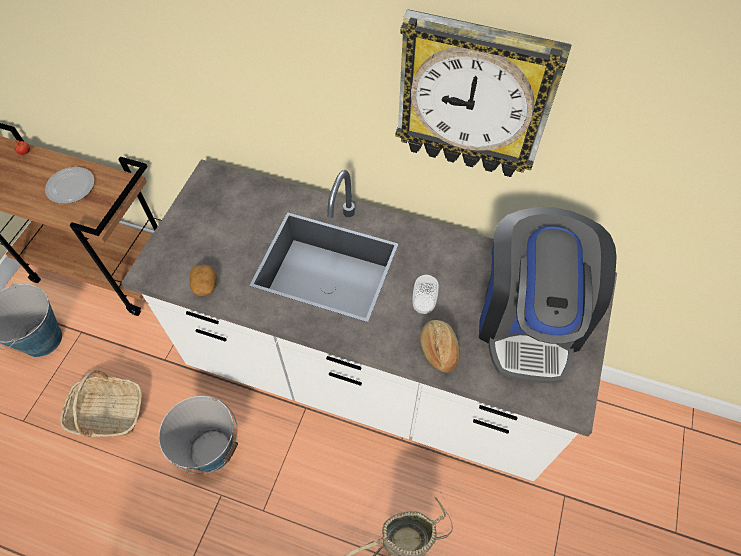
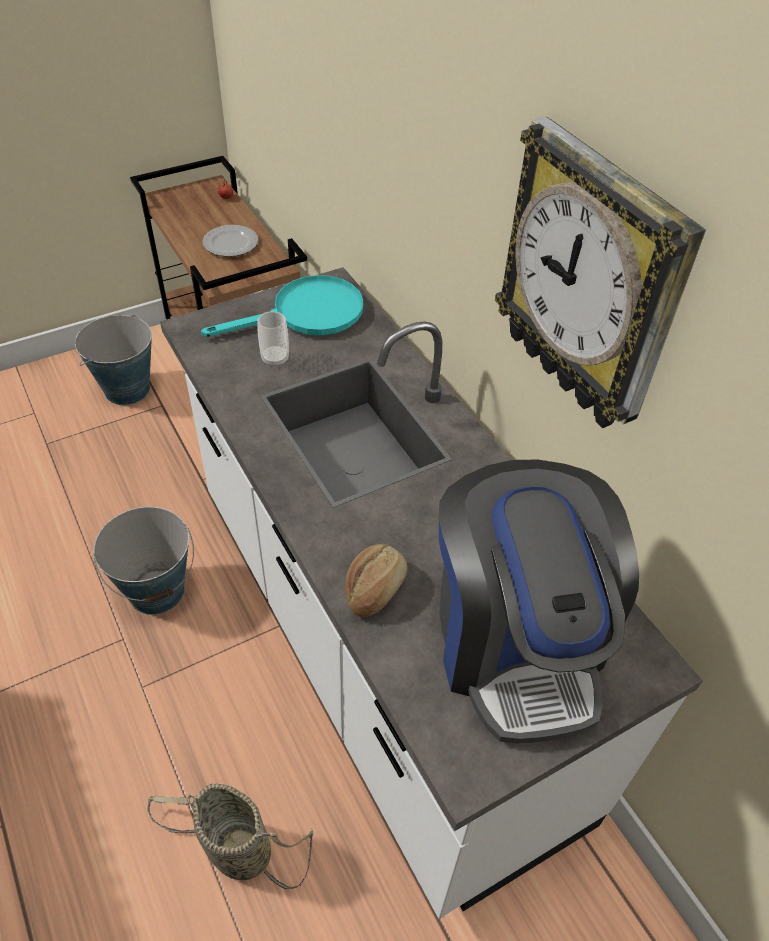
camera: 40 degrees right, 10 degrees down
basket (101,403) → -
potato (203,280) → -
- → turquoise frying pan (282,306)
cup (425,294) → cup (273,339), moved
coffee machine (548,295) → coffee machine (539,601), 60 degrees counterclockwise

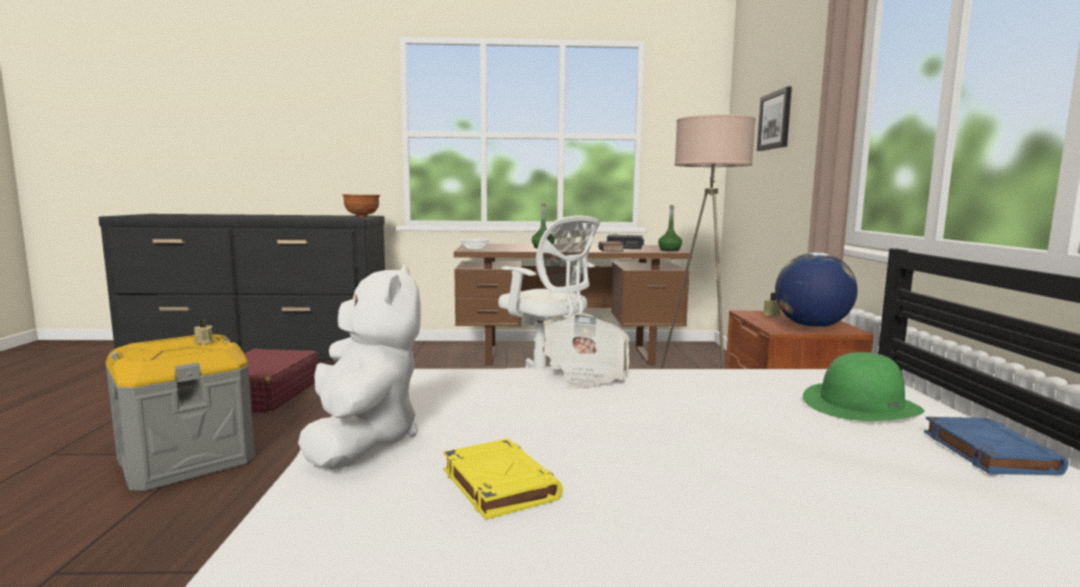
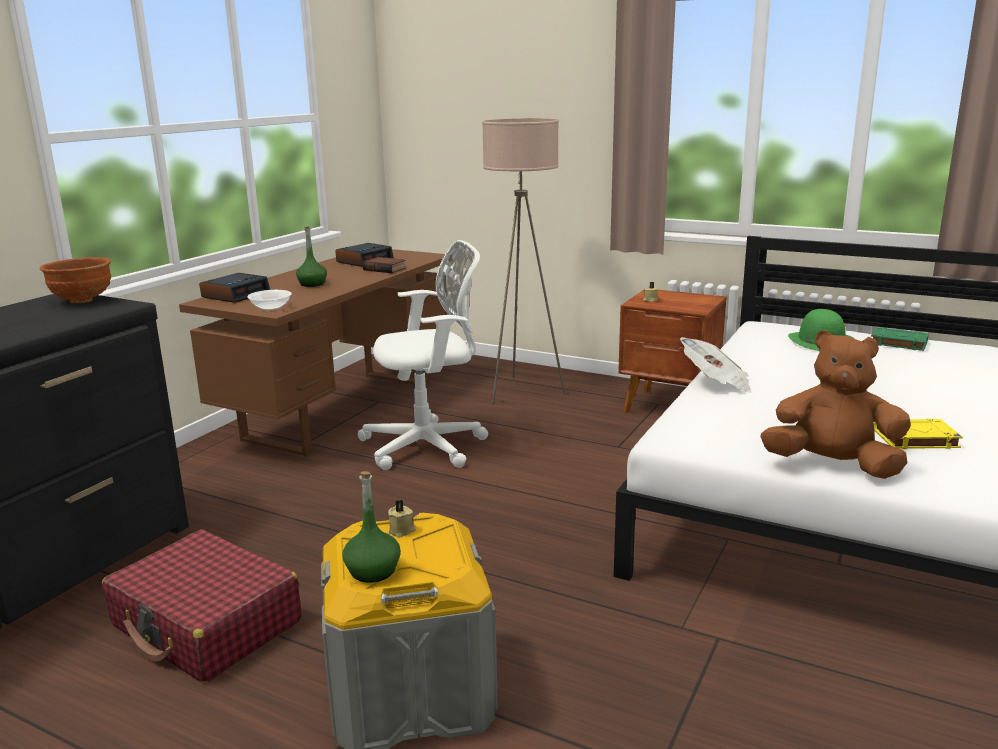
camera: 60 degrees left, 10 degrees up
picture (774,118) → -
globe (816,290) → -
- → alarm clock (234,288)
green bottle (670,228) → green bottle (372,527), moved
white plush toy (359,367) → brown plush toy (835,404)
blue book (996,446) → green book (900,339)

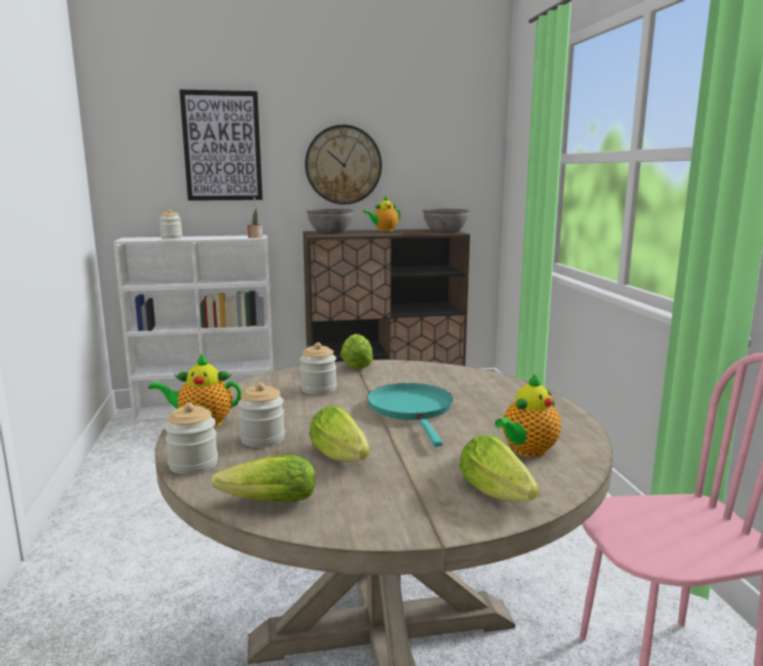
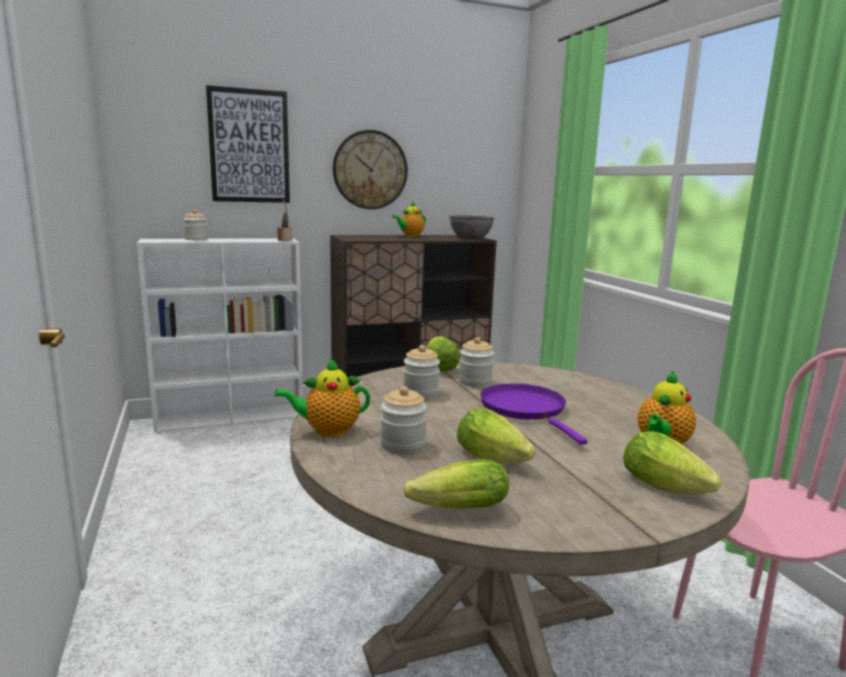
camera: 10 degrees left, 0 degrees up
grey bowl (330,221) → -
jar (191,439) → jar (476,362), moved
turquoise frying pan (410,415) → purple frying pan (533,414)

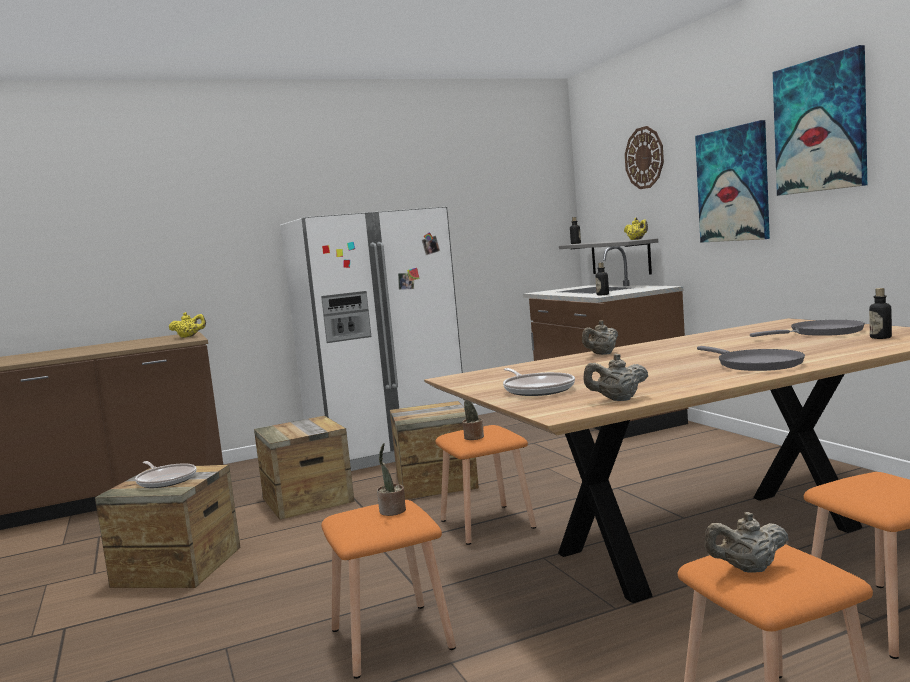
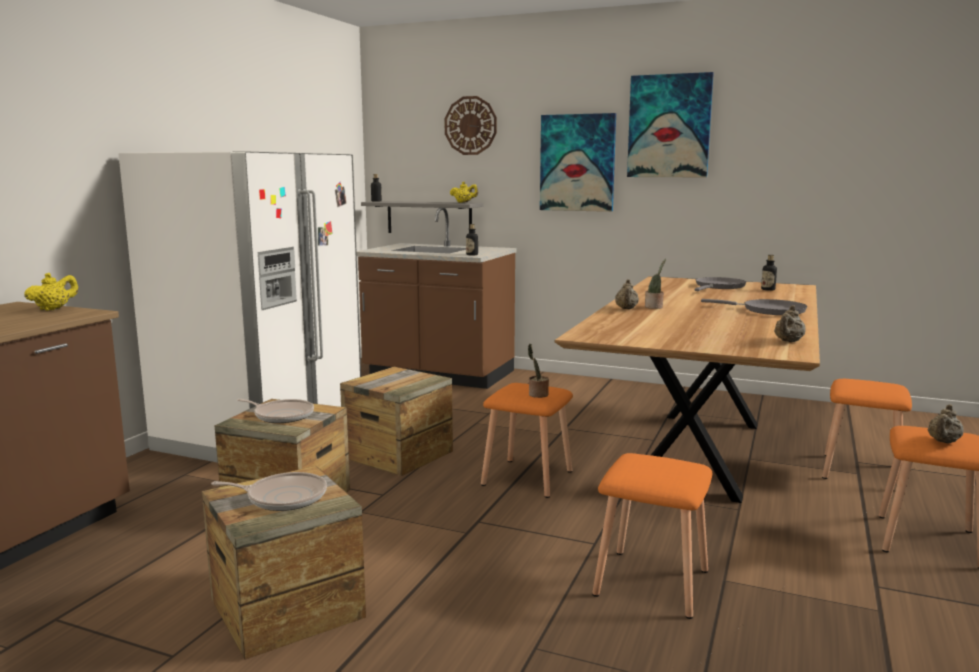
camera: 45 degrees left, 5 degrees up
potted plant (391,479) → potted plant (655,284), moved
frying pan (539,382) → frying pan (275,411), moved

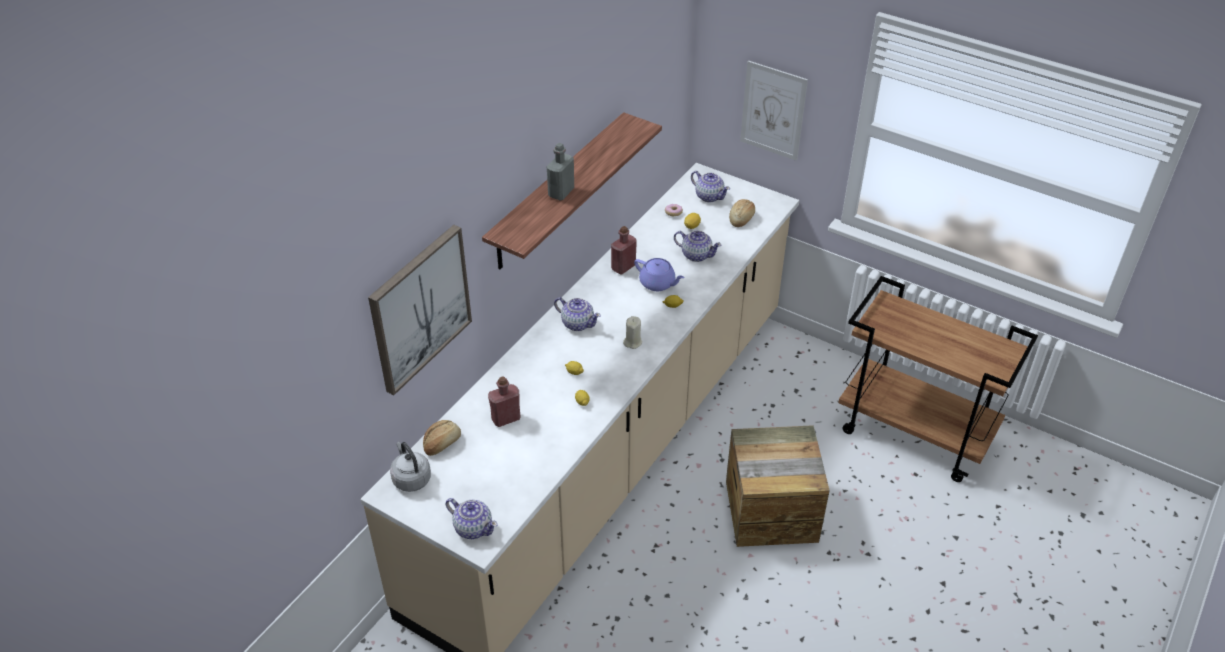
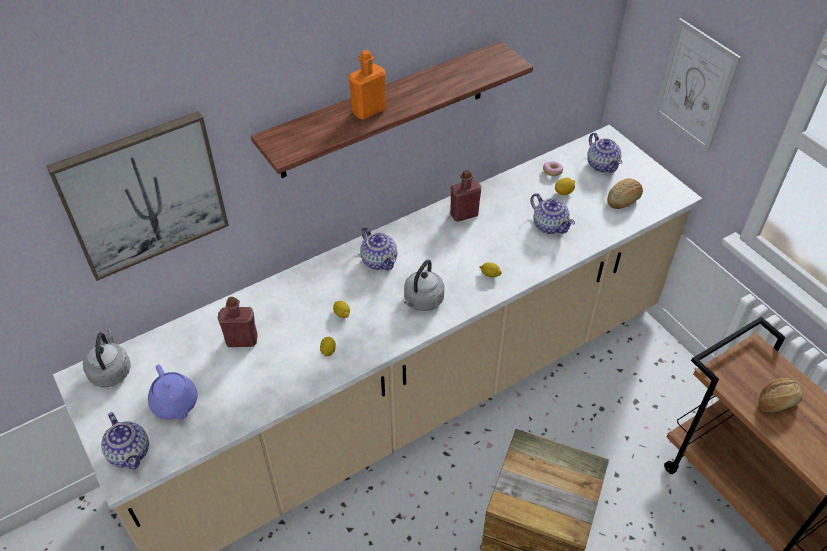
camera: 25 degrees right, 5 degrees up
bread (442,438) → bread (781,395), moved
purple teapot (659,274) → purple teapot (173,392), moved
beige candle (632,332) → grey kettle (424,285)
grey bottle (560,171) → orange bottle (367,85)

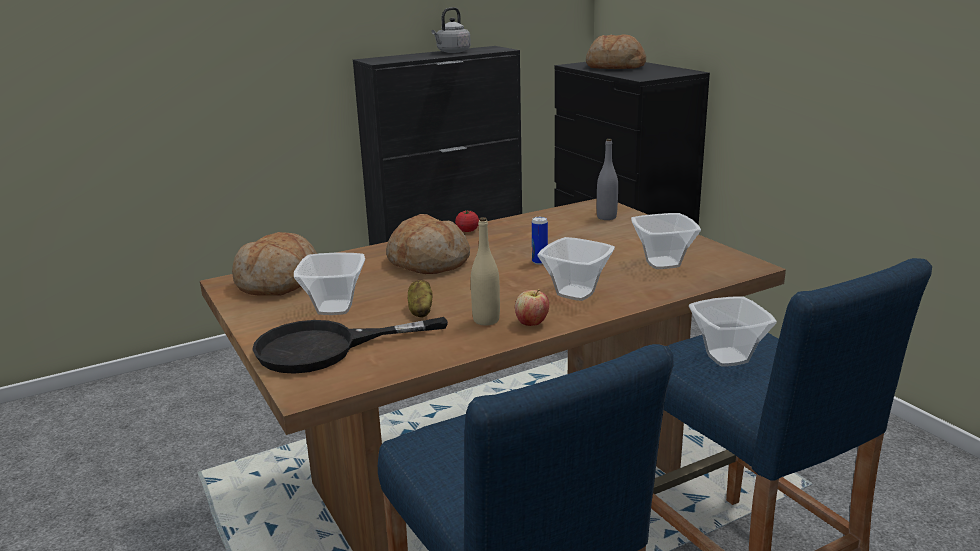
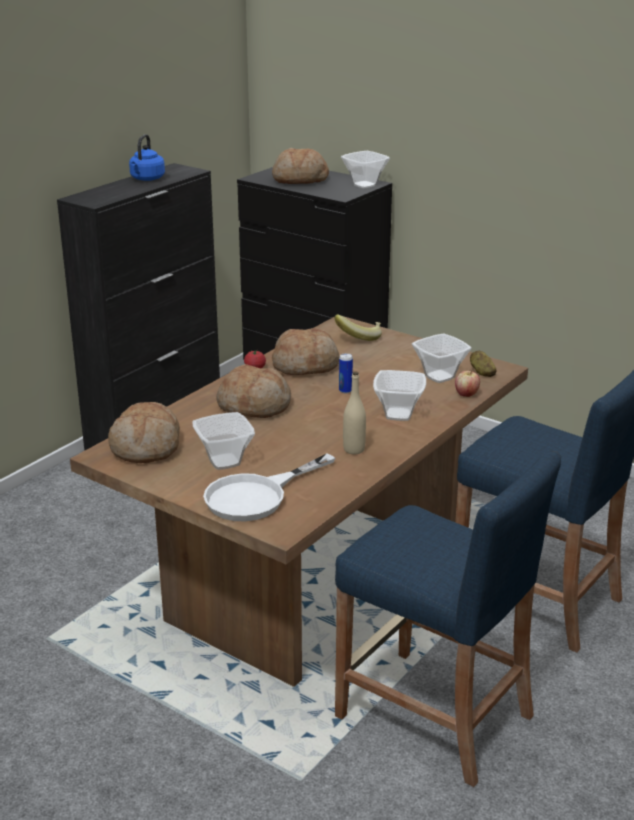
camera: 25 degrees left, 5 degrees up
- → bread (306,351)
potato (420,299) → potato (483,364), moved
apple (532,307) → apple (467,383), moved
bowl (733,331) → bowl (365,169), moved
grey bottle (607,179) → banana (358,327)
black frying pan (350,345) → white frying pan (269,487)
grey kettle (451,30) → blue kettle (147,157)

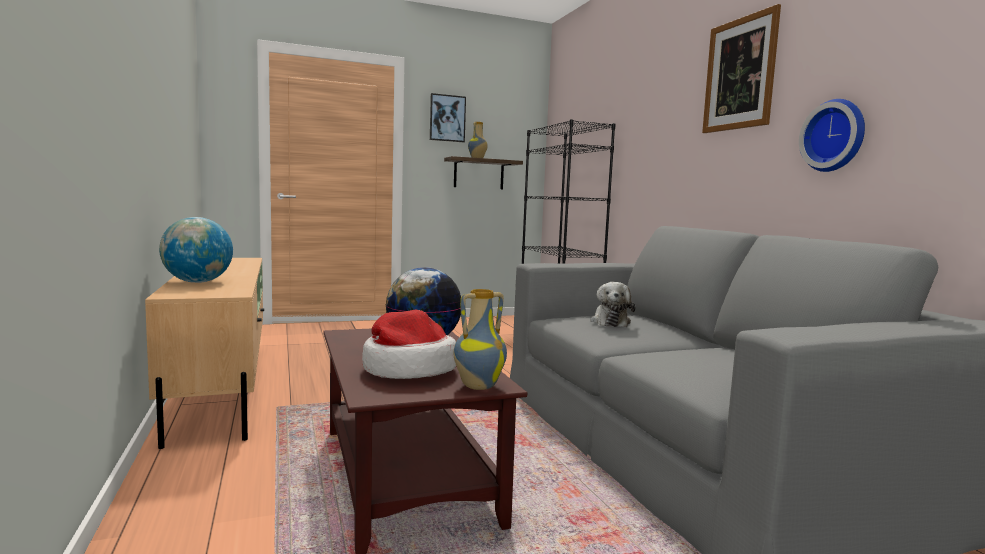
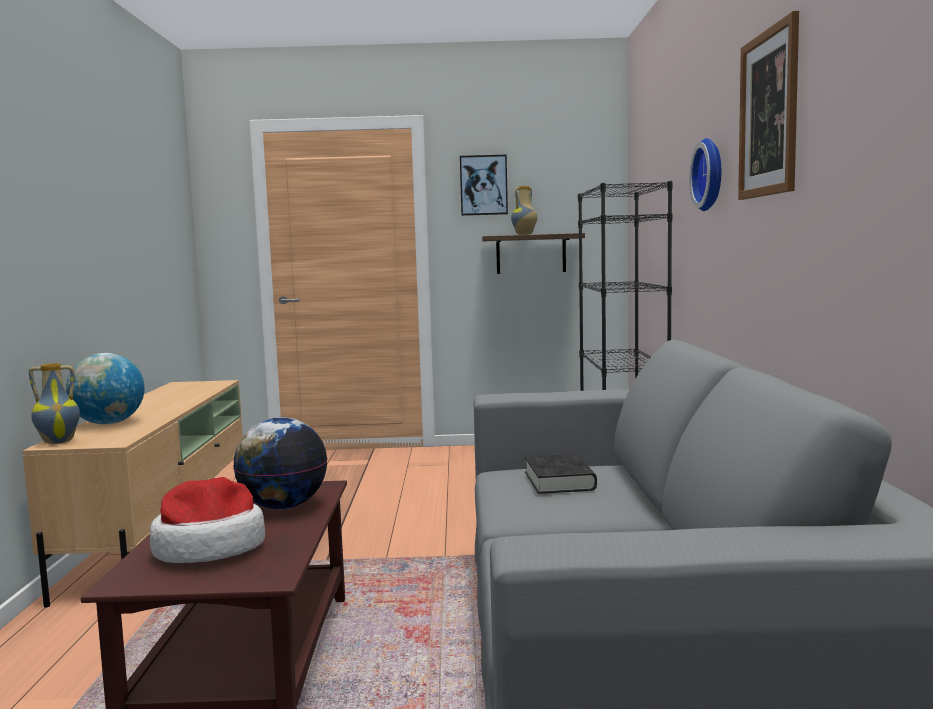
camera: 20 degrees right, 0 degrees up
vase (480,339) → vase (54,403), moved
wall clock (832,135) → wall clock (705,174), moved
plush toy (613,304) → black book (561,474)

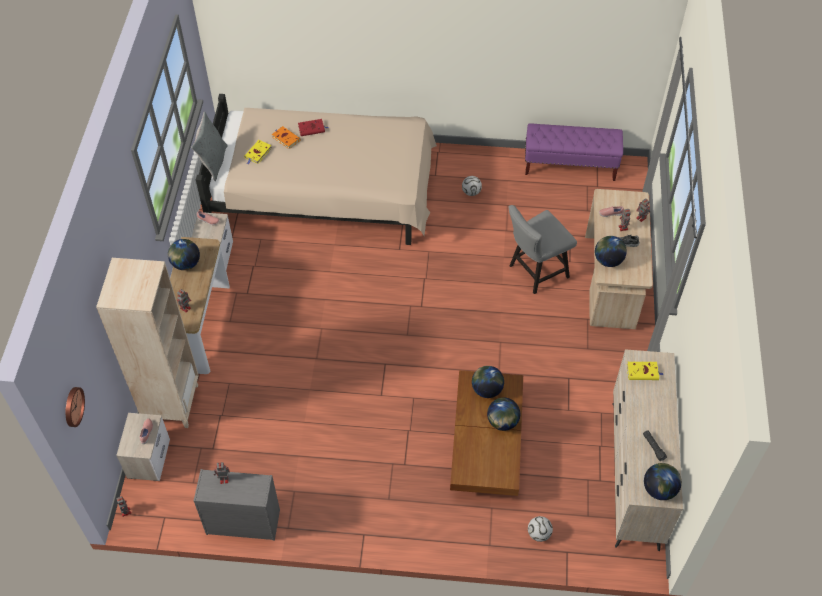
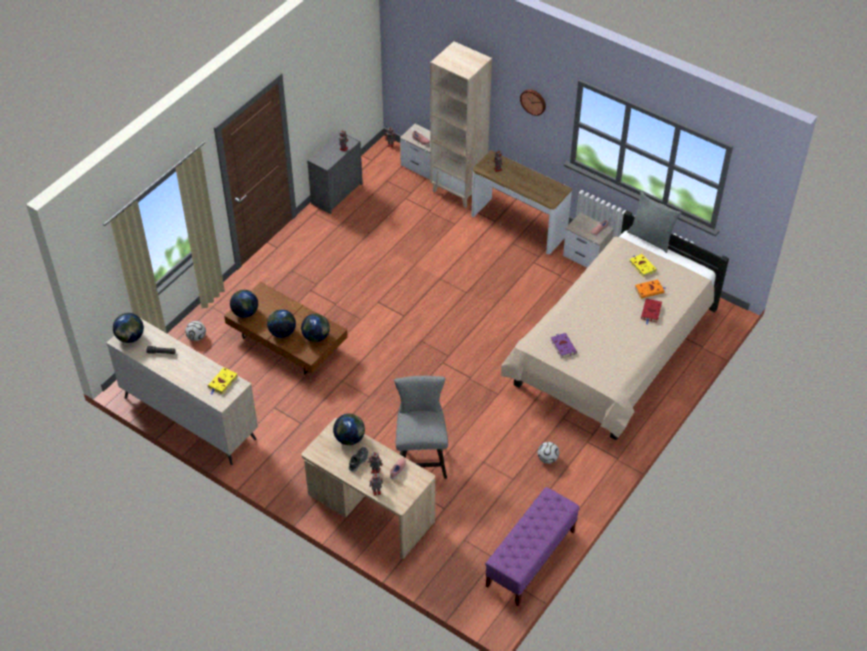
camera: 120 degrees right, 5 degrees down
- → purple book (564,345)
wall clock (75,407) → wall clock (533,102), moved
globe (184,254) → globe (244,304), moved

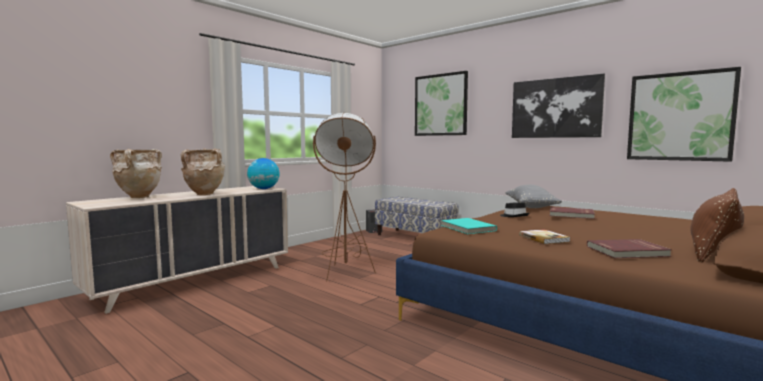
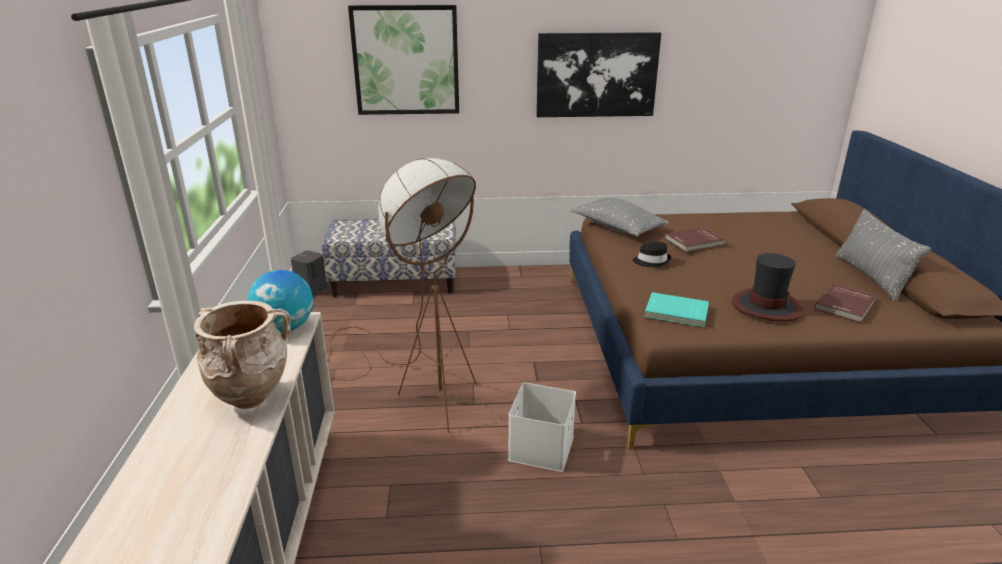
camera: 45 degrees left, 20 degrees up
beige vase (136,173) → -
picture (684,114) → -
- → white storage box (542,427)
book (544,236) → hat (767,287)
brown pillow (717,225) → grey pillow (883,255)

